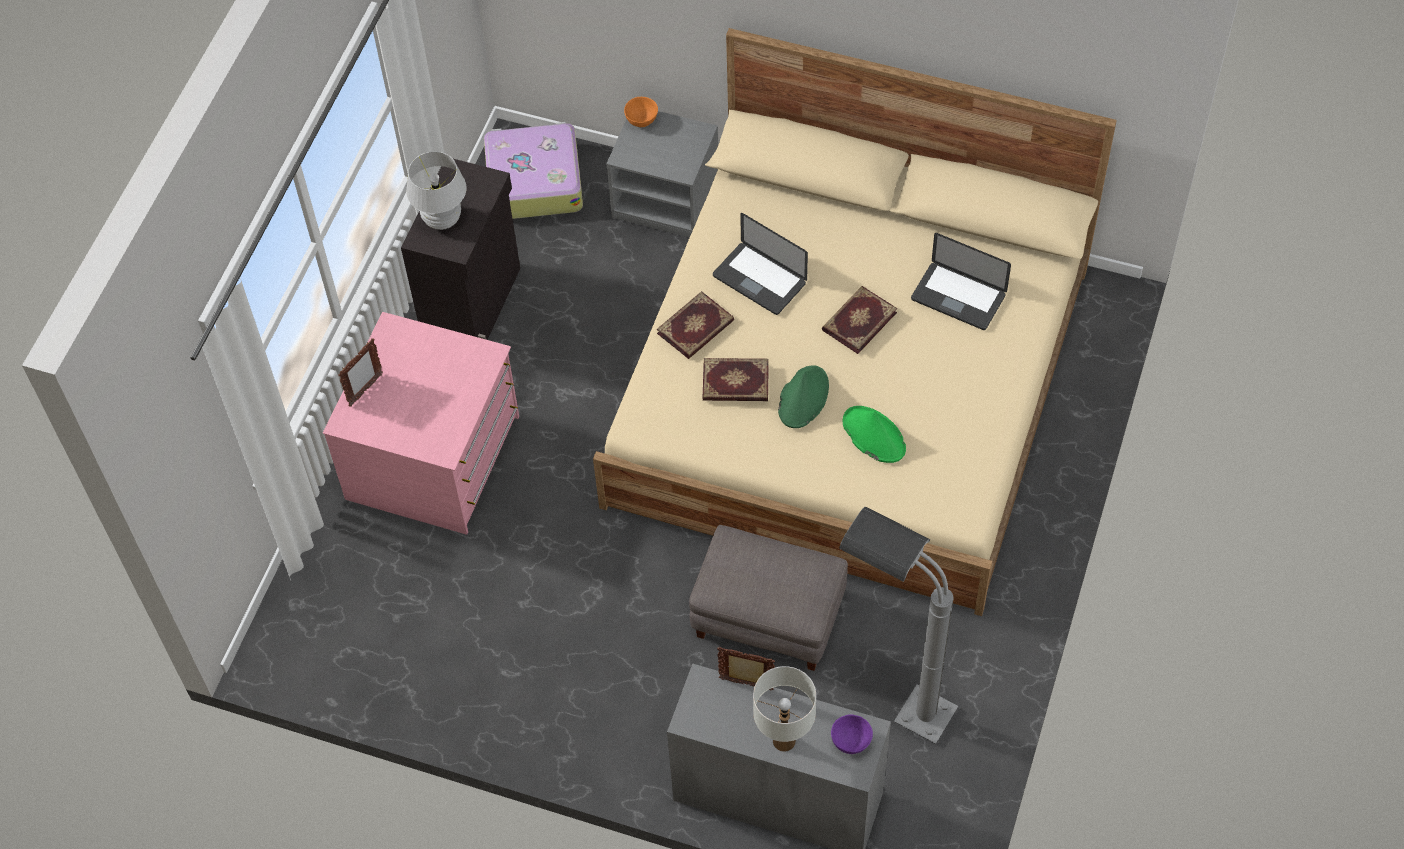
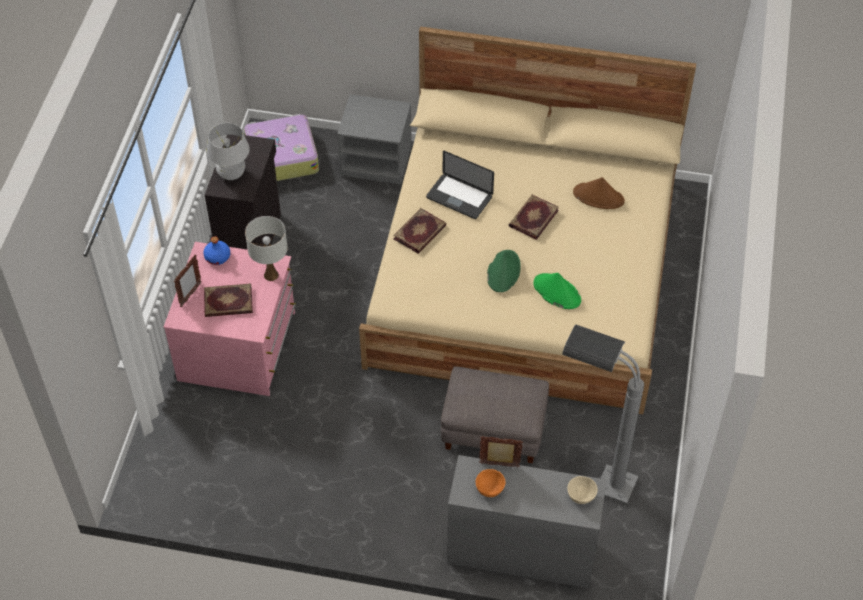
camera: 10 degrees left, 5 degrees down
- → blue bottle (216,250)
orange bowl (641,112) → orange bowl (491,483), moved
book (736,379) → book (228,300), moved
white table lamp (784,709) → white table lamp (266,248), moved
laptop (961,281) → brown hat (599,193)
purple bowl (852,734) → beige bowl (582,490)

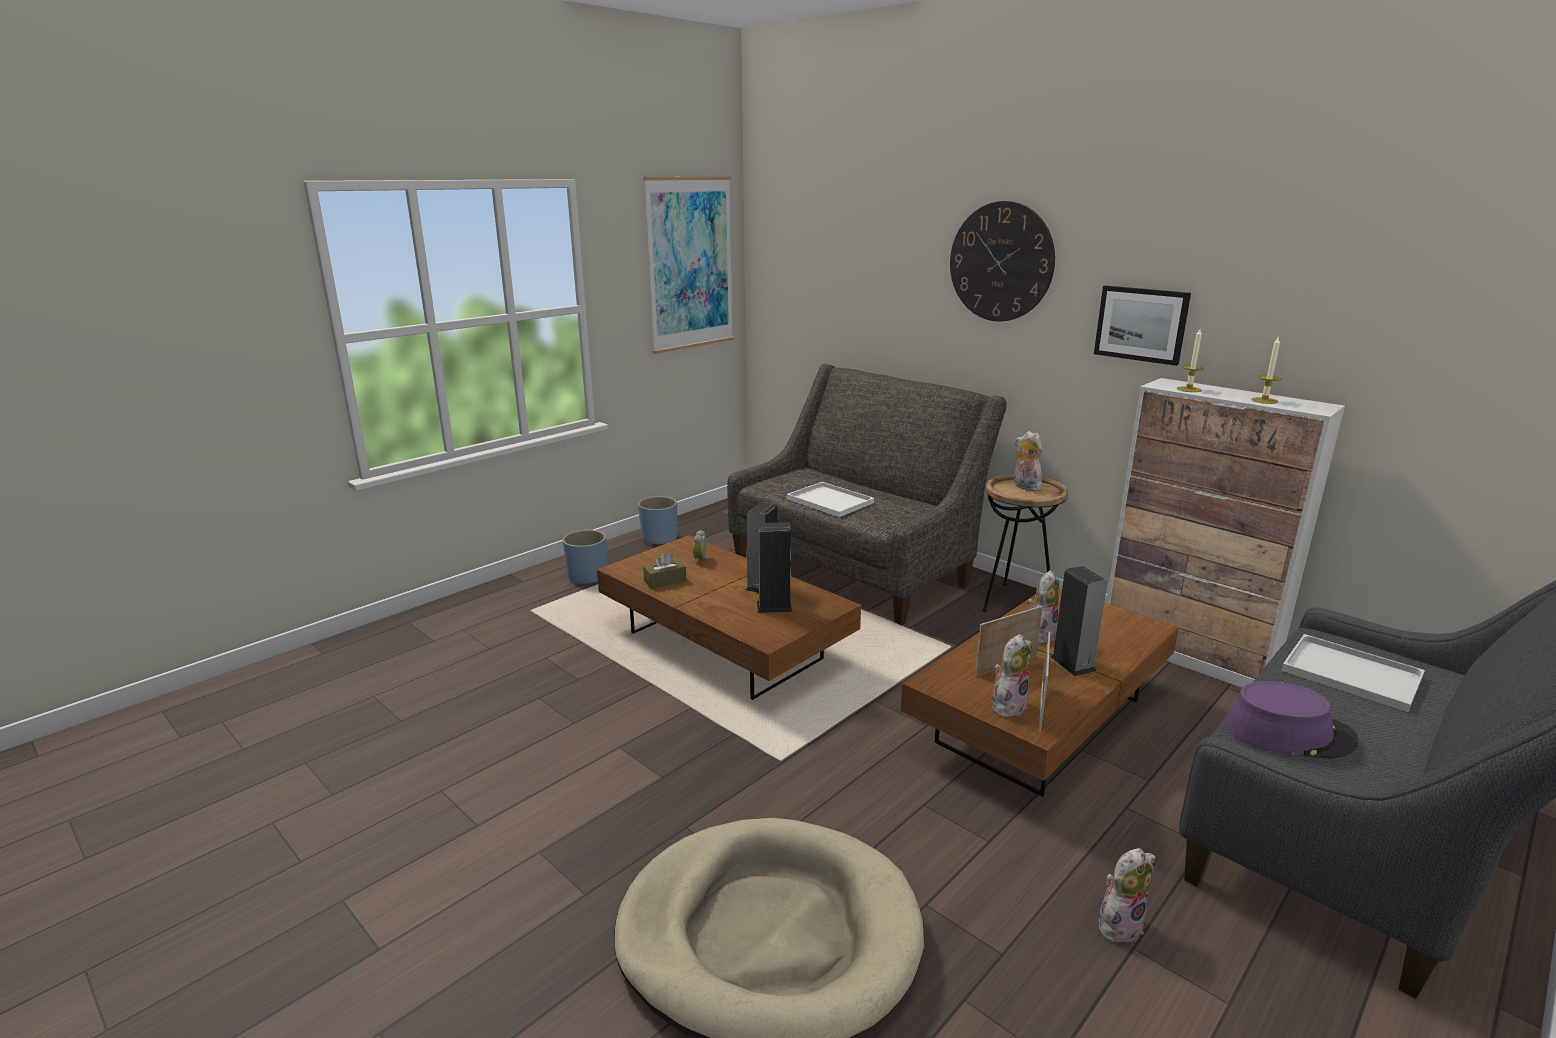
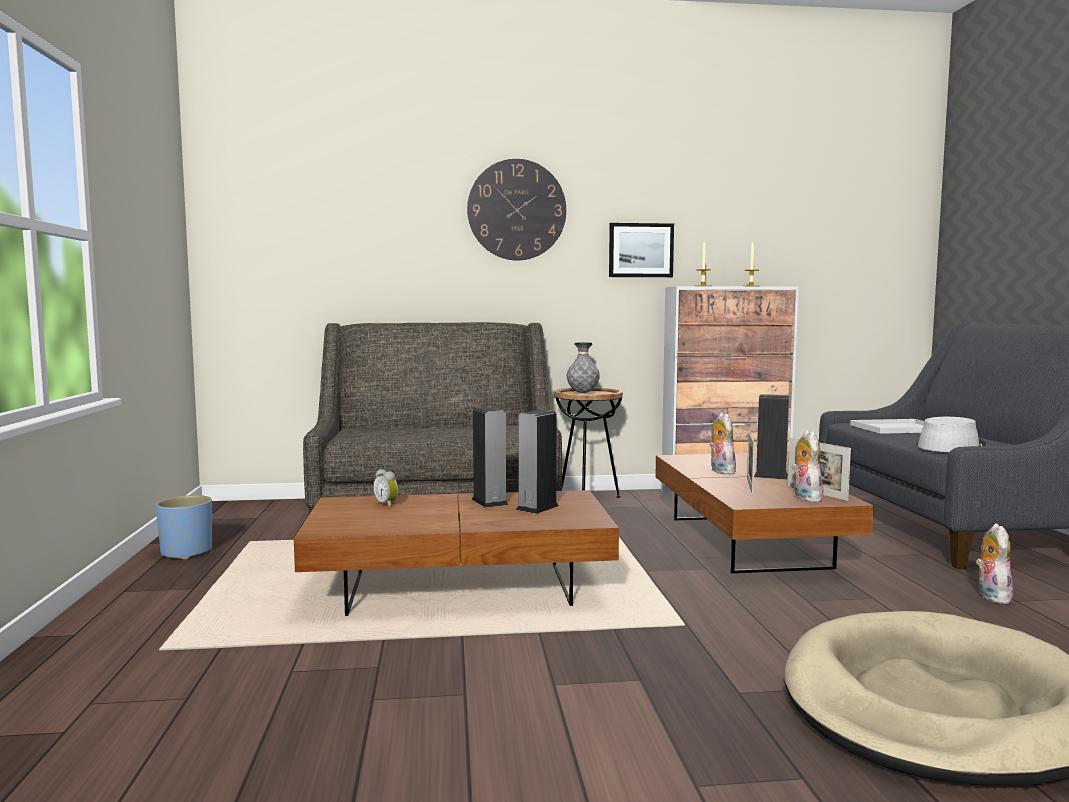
camera: 50 degrees left, 15 degrees down
blue planter (585,557) → -
picture (688,265) → -
brown tissue box (665,570) → -
white tray (830,499) → -
plush toy (1028,461) → grey vase (583,367)
purple hat (1292,719) → grey hat (952,434)

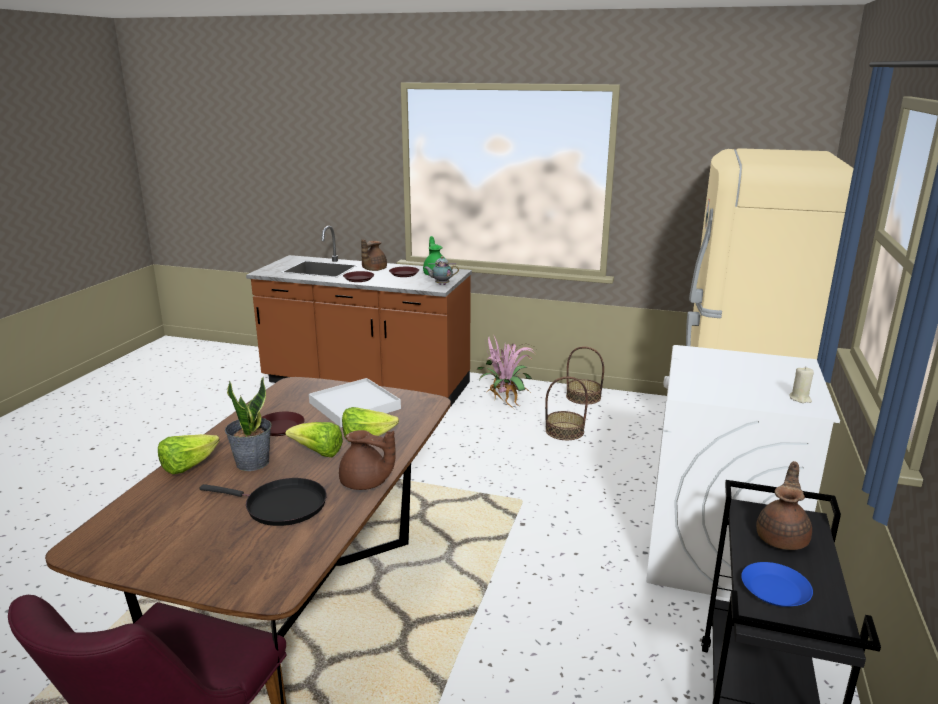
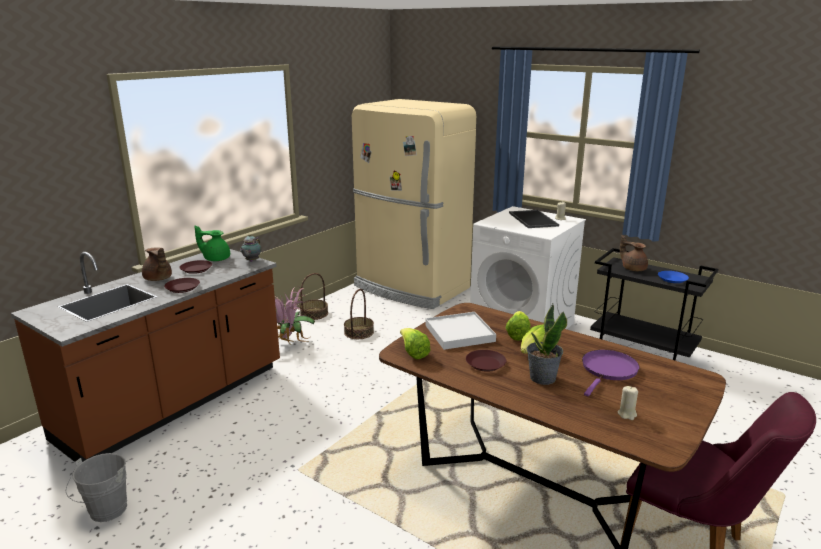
camera: 70 degrees left, 0 degrees up
brown teapot (367,460) → -
- → grey bucket (96,487)
- → tray (534,219)
- → beige candle (628,403)
lettuce (189,454) → lettuce (415,343), moved
black frying pan (263,502) → purple frying pan (610,373)

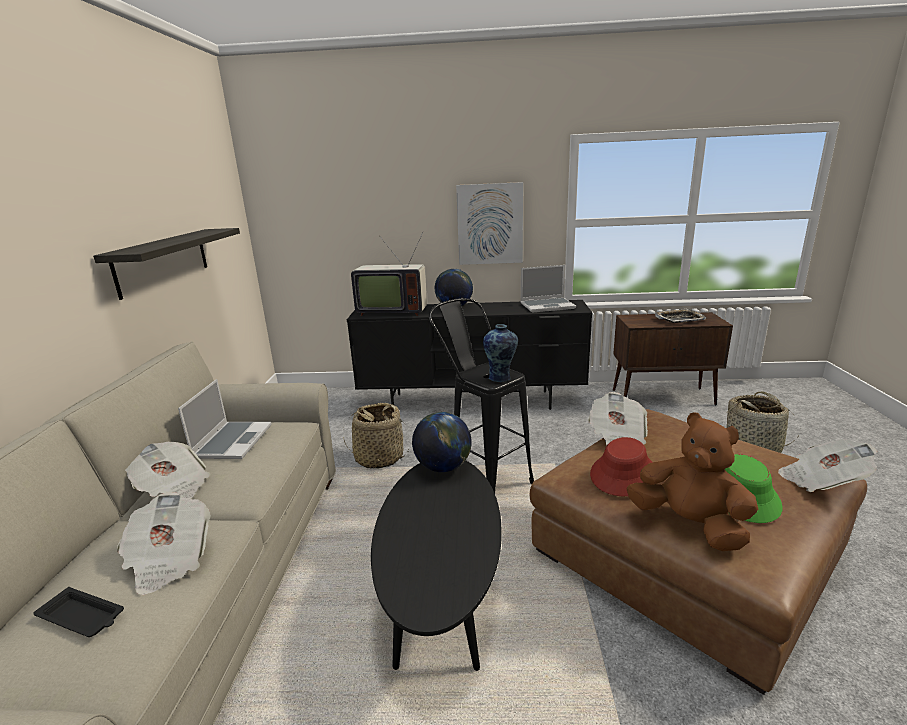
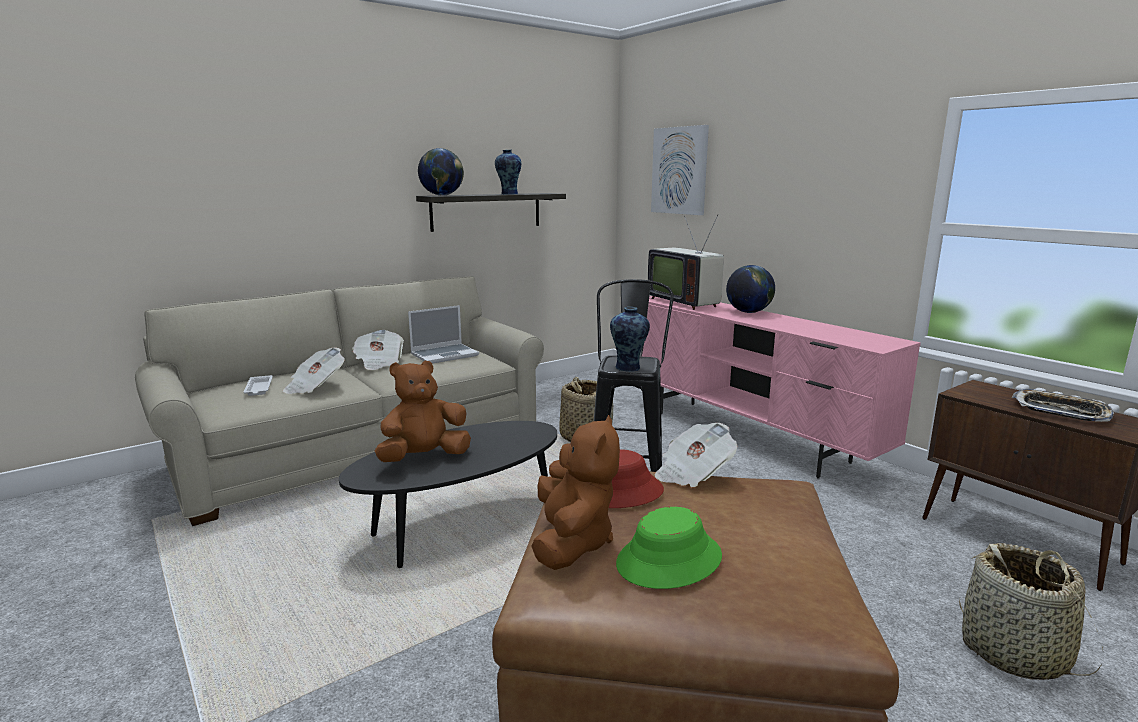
camera: 50 degrees right, 5 degrees down
laptop (548,289) → -
newspaper (828,465) → -
- → brown plush toy (423,411)
- → vase (508,172)
globe (442,442) → globe (441,172), moved
picture (489,223) → picture (680,170), moved
black tray (78,612) → white tray (258,385)
black tv stand (469,355) → pink tv stand (781,387)

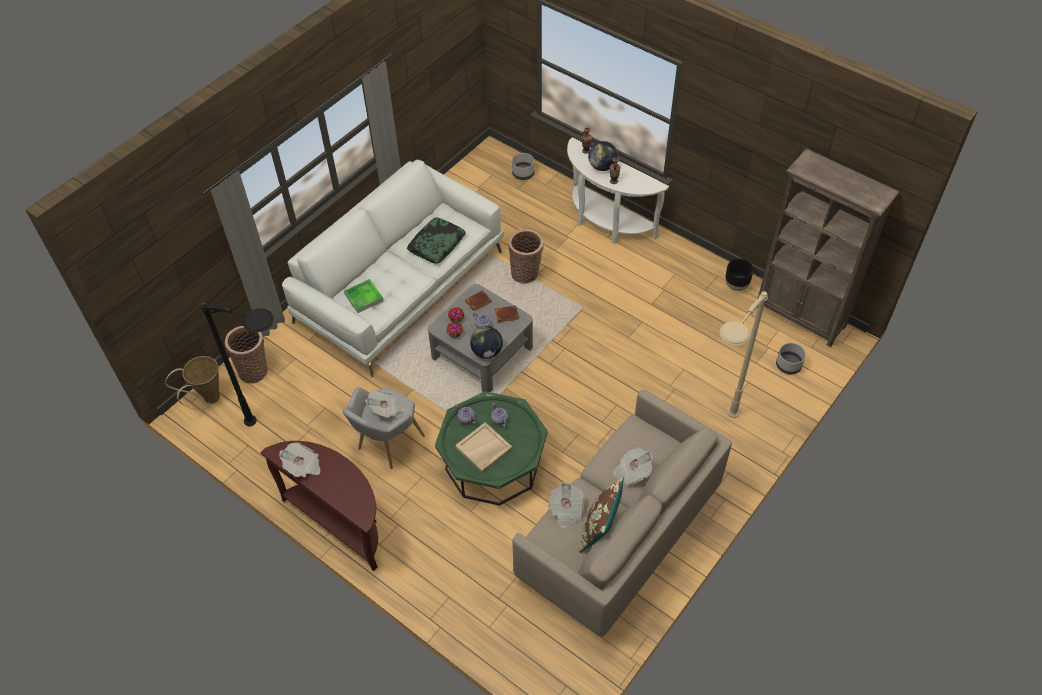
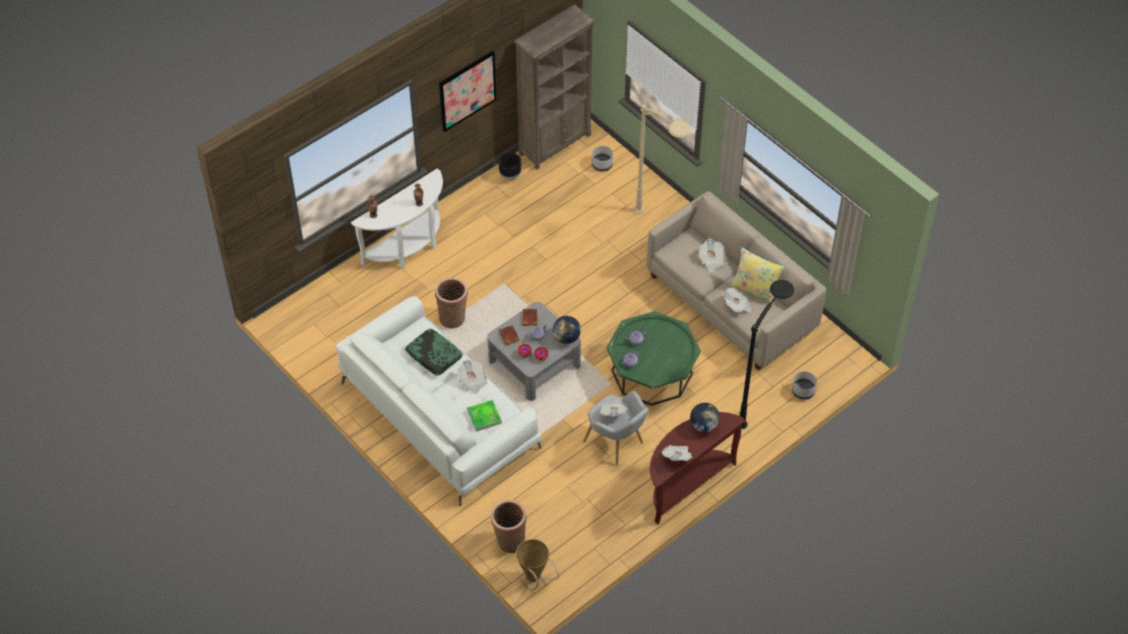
camera: 80 degrees left, 0 degrees up
beige tray (483,447) → -
- → picture (468,91)
- → newspaper (472,376)
black floor lamp (237,364) → black floor lamp (767,354), moved
grey planter (523,166) → grey planter (804,385), moved
globe (603,156) → globe (705,417), moved
brown pillow (601,515) → yellow pillow (757,276)

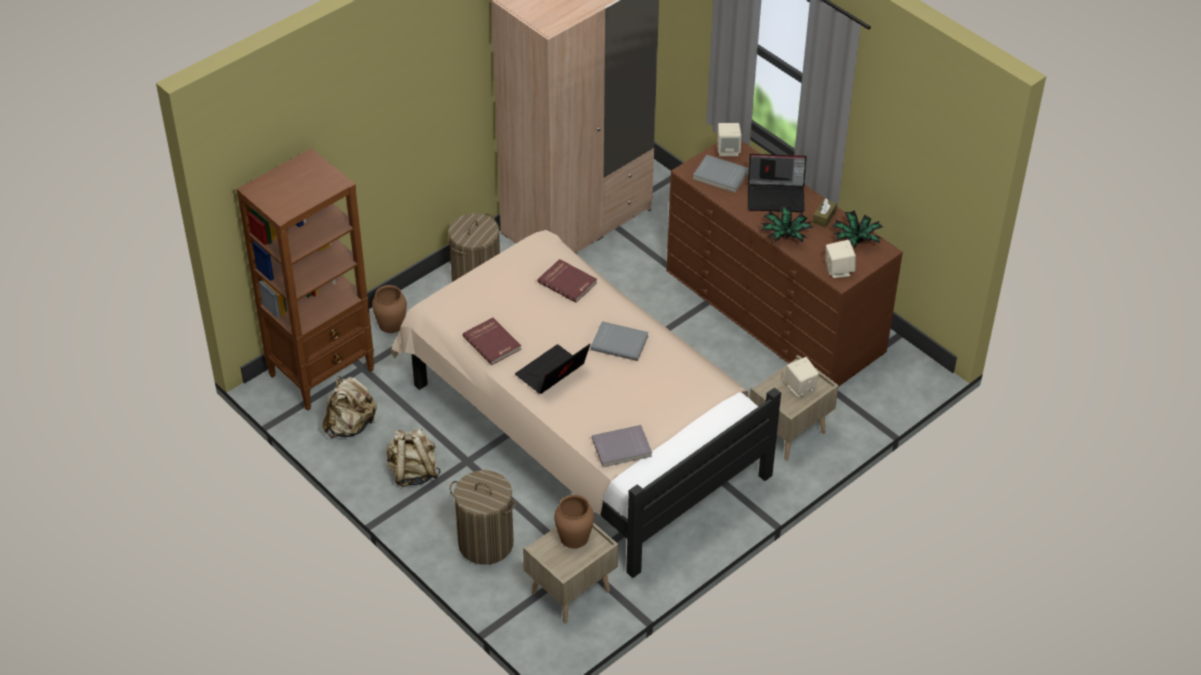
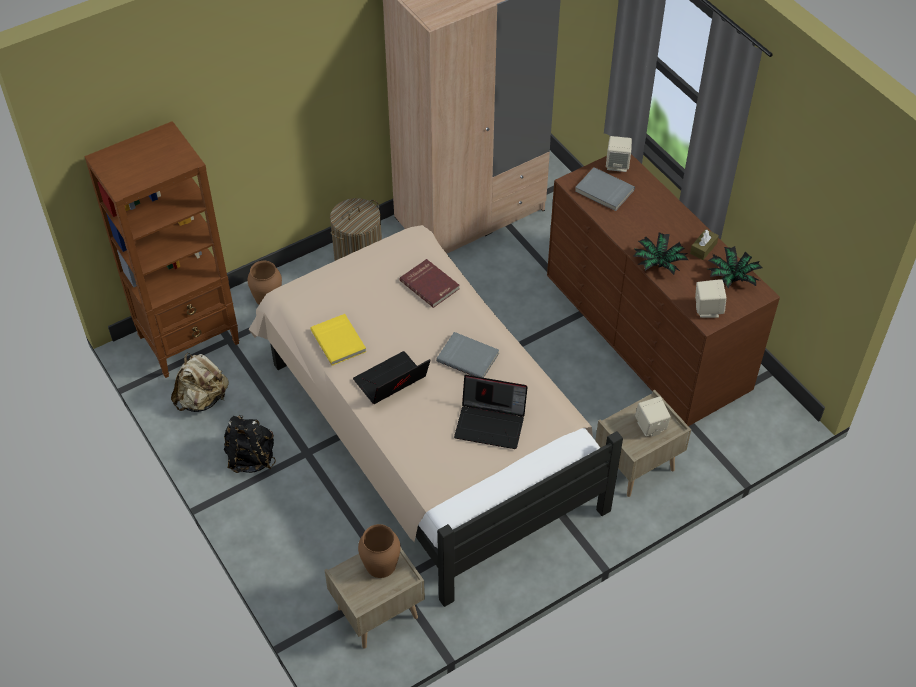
camera: 10 degrees right, 5 degrees up
laundry basket (483,517) → -
grey book (622,446) → -
laptop (777,183) → laptop (491,412), moved
beige backpack (413,458) → black backpack (250,444)
red book (492,341) → yellow book (338,340)

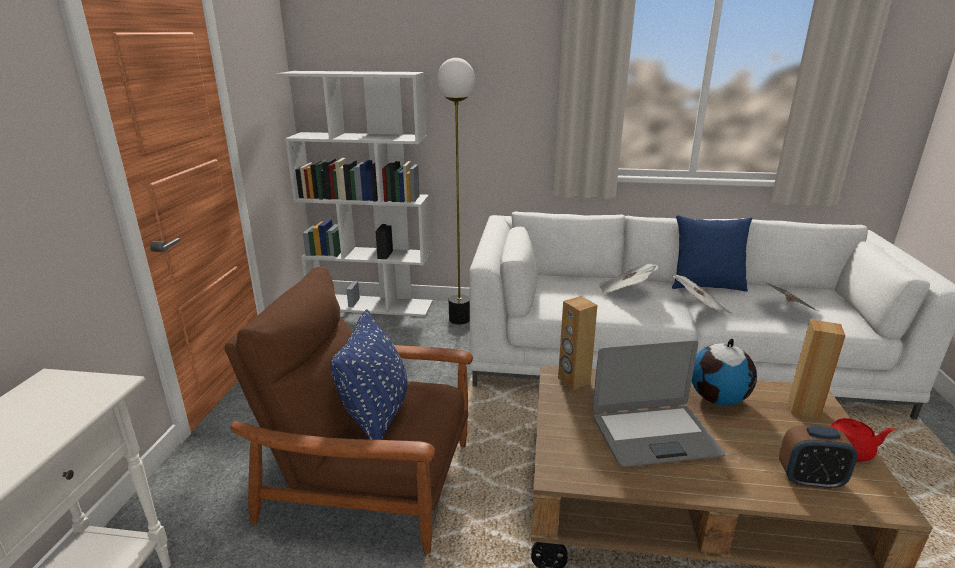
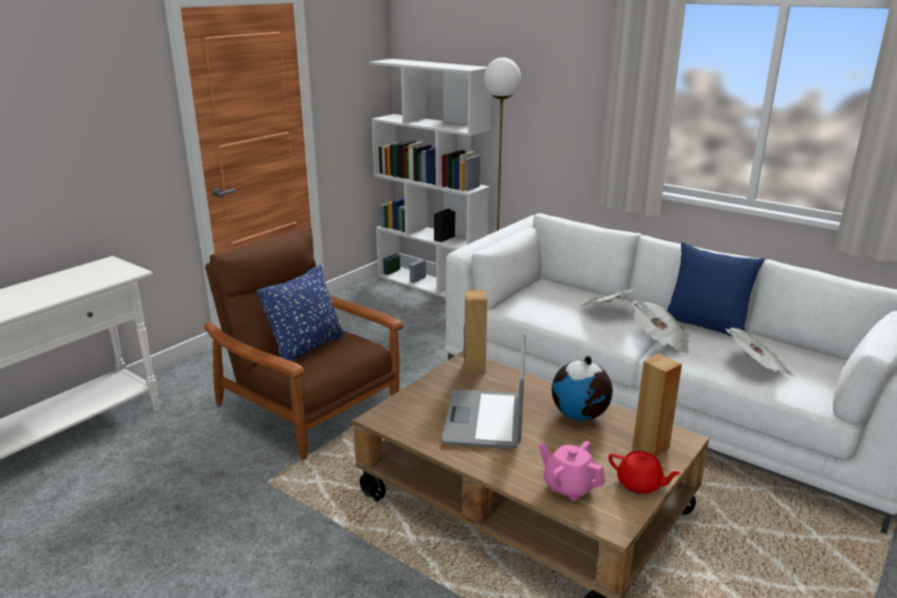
camera: 30 degrees right, 0 degrees up
alarm clock (818,458) → pink teapot (572,471)
laptop (658,403) → laptop (483,391), 75 degrees clockwise

